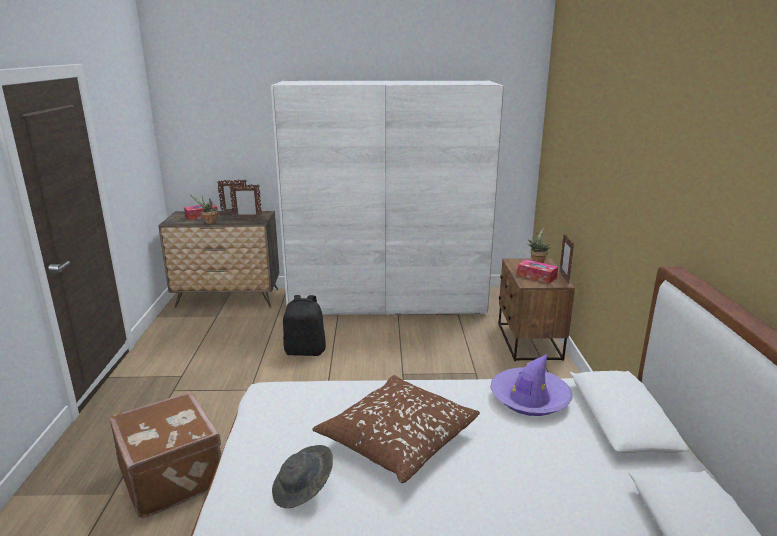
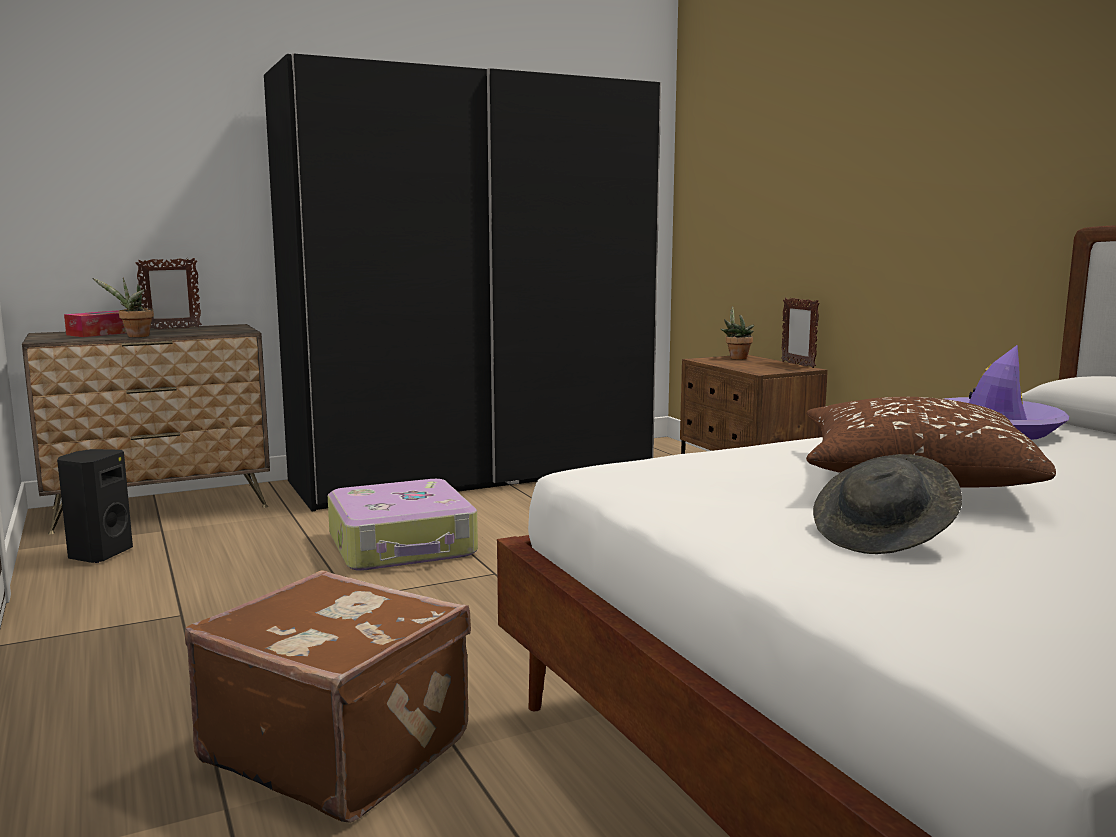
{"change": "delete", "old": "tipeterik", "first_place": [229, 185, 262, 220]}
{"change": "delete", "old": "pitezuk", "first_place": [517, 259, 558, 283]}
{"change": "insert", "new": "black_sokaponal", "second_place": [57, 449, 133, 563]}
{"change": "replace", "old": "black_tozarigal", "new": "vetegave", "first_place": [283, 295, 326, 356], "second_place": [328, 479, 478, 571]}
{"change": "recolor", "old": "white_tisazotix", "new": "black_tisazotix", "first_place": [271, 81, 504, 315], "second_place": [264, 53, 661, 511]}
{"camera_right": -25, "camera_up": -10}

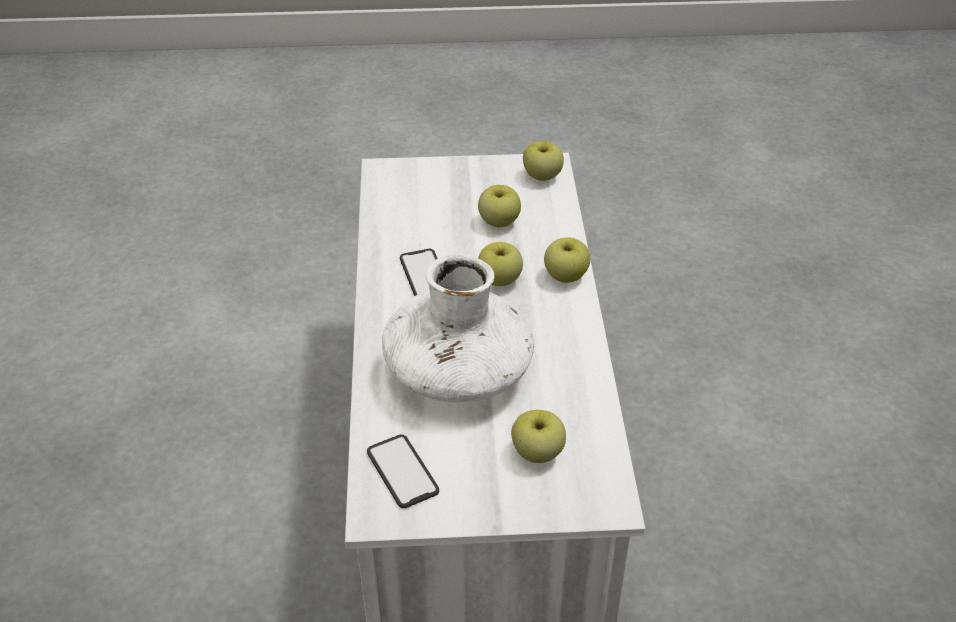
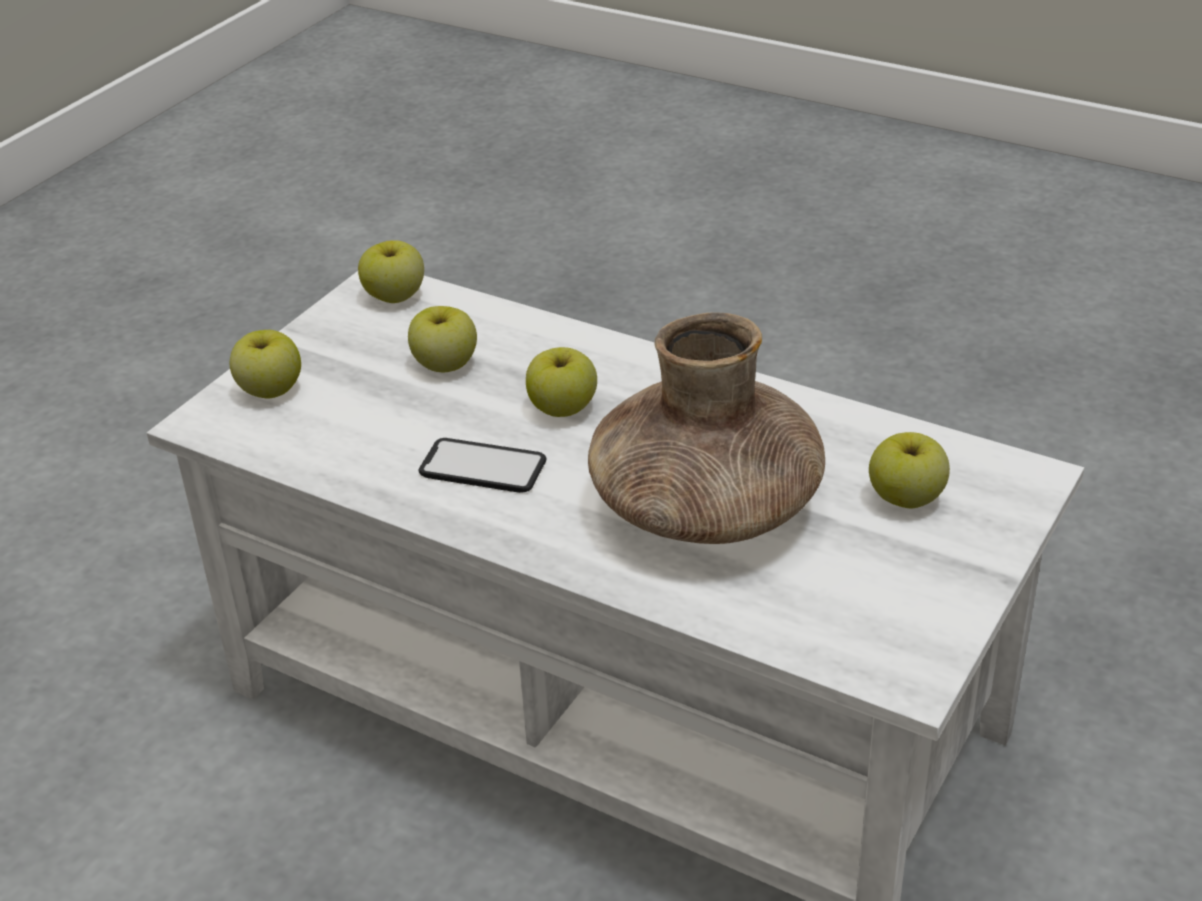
{"change": "delete", "old": "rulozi", "first_place": [367, 434, 439, 508]}
{"change": "move", "old": "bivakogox", "first_place": [544, 238, 590, 283], "second_place": [230, 330, 301, 398]}
{"change": "recolor", "old": "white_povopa", "new": "brown_povopa", "first_place": [382, 254, 535, 402], "second_place": [588, 312, 825, 544]}
{"camera_right": -55, "camera_up": -5}

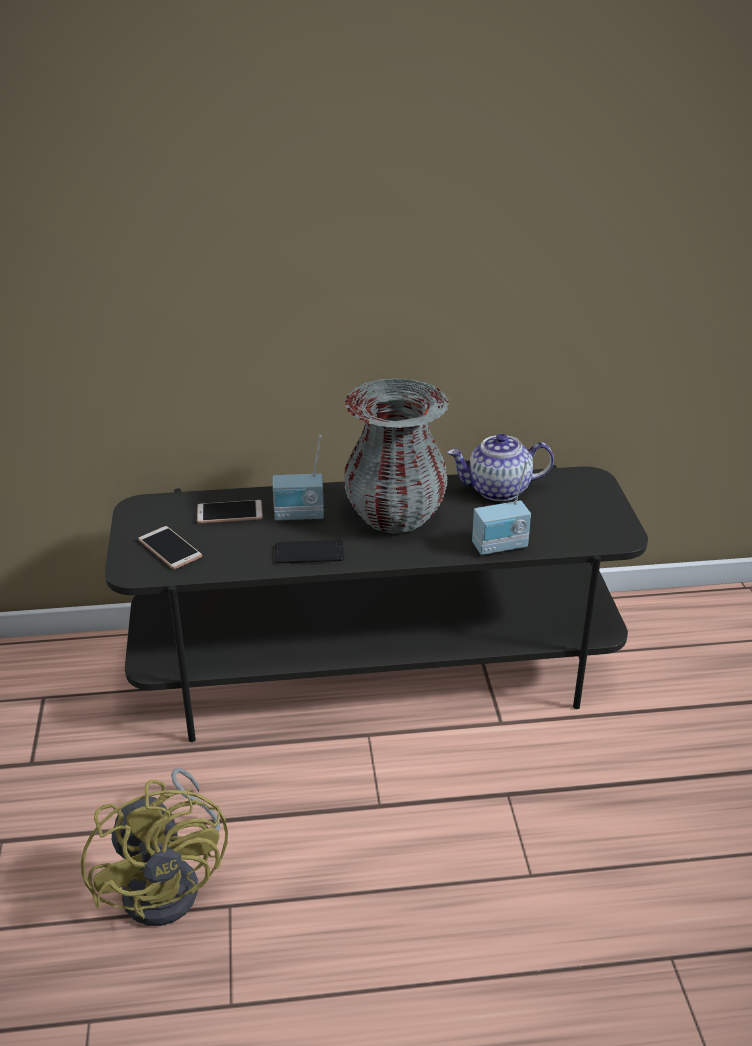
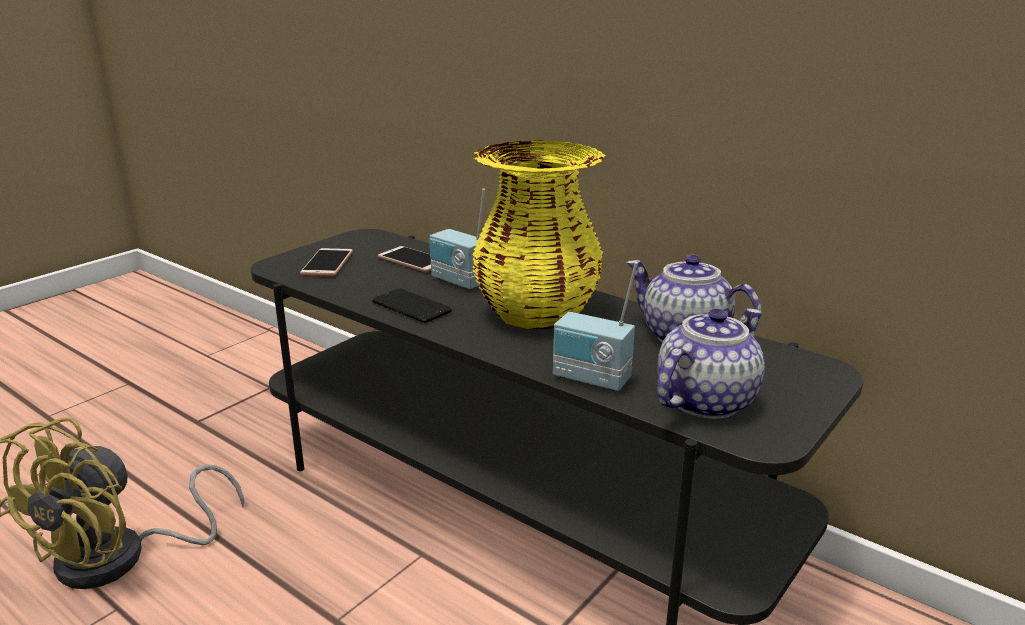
{"change": "insert", "new": "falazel", "second_place": [657, 308, 765, 419]}
{"change": "recolor", "old": "grey_povopa", "new": "yellow_povopa", "first_place": [344, 378, 449, 534], "second_place": [472, 140, 606, 329]}
{"camera_right": 45, "camera_up": -10}

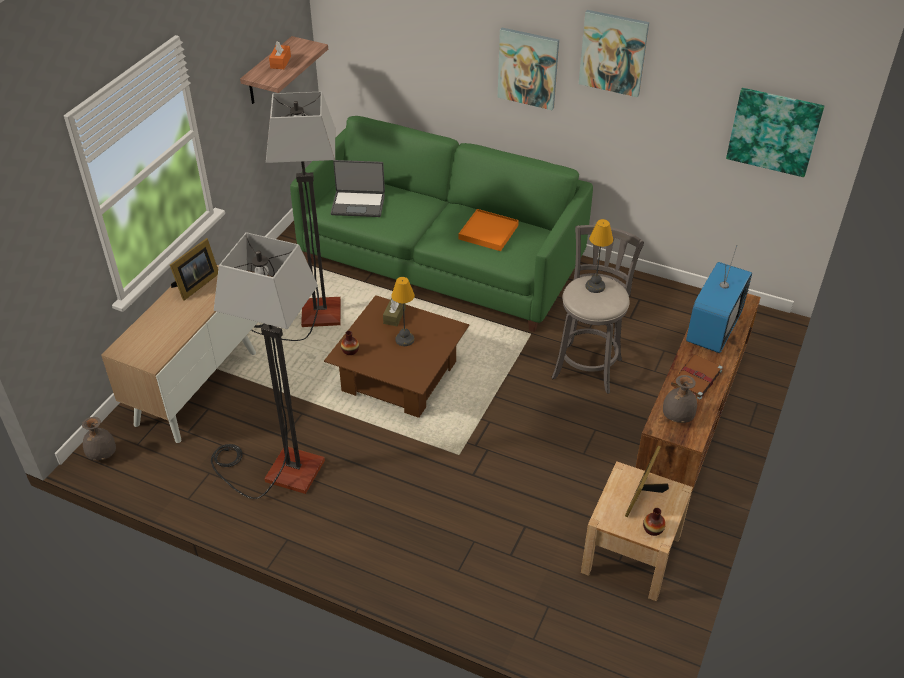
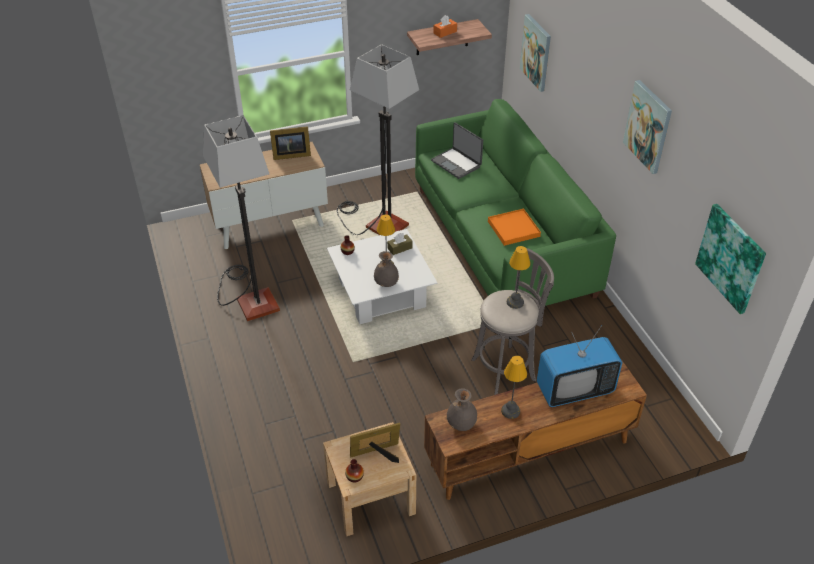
{"change": "move", "old": "grey_povopa", "first_place": [82, 417, 116, 461], "second_place": [374, 251, 399, 287]}
{"change": "move", "old": "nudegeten", "first_place": [498, 28, 559, 110], "second_place": [520, 14, 551, 92]}
{"change": "replace", "old": "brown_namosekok", "new": "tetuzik", "first_place": [671, 355, 723, 400], "second_place": [501, 356, 527, 419]}
{"change": "recolor", "old": "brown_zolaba", "new": "white_zolaba", "first_place": [324, 295, 469, 418], "second_place": [327, 229, 437, 324]}
{"camera_right": 45, "camera_up": 0}

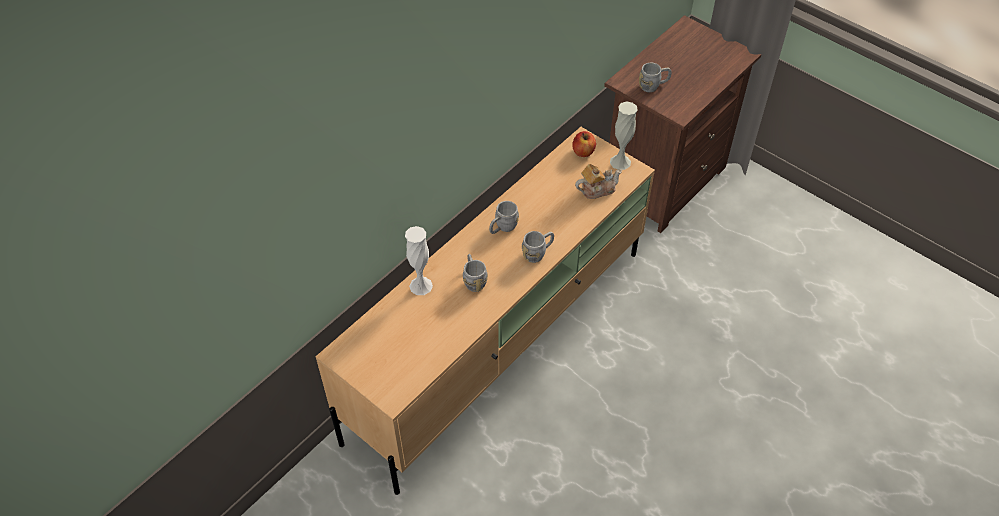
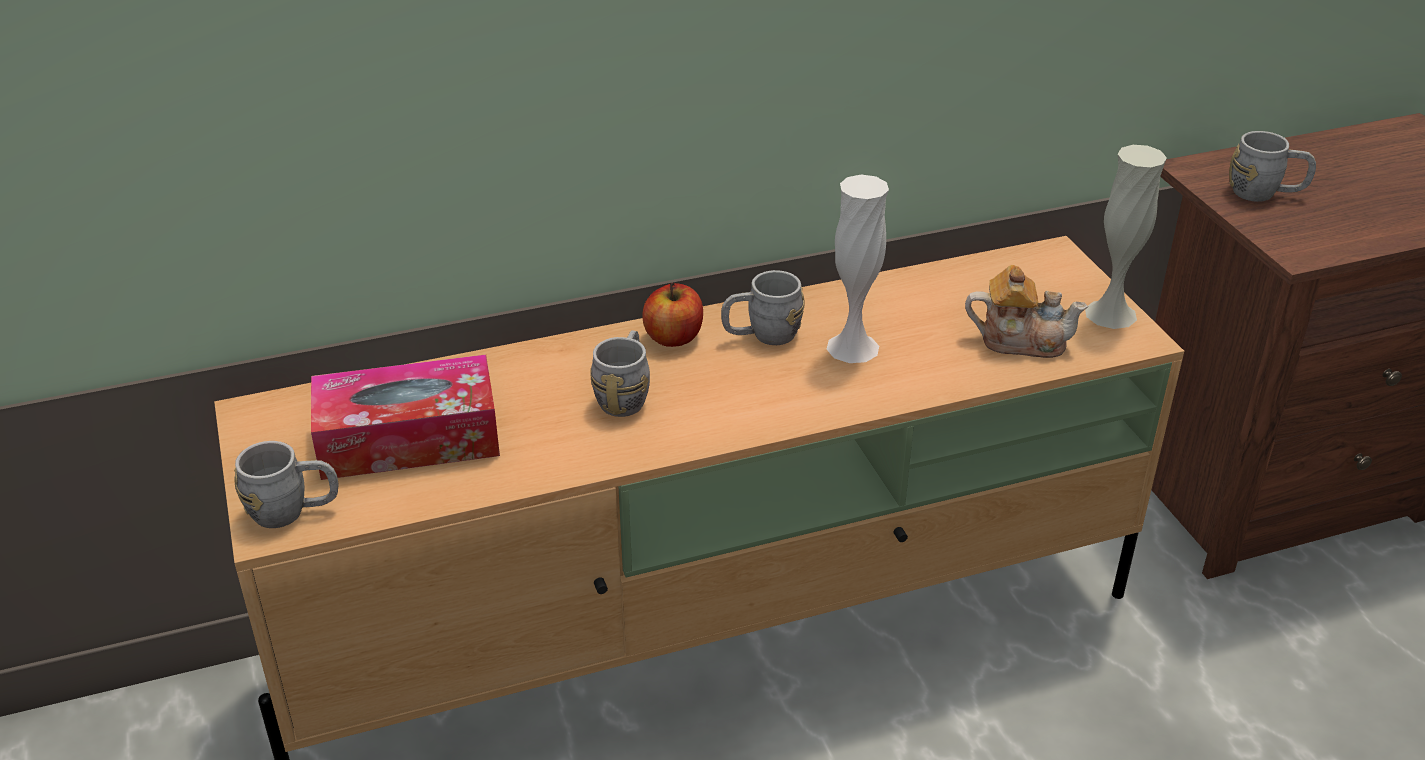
{"change": "insert", "new": "pitezuk", "second_place": [311, 354, 500, 480]}
{"change": "move", "old": "white_povopa", "first_place": [405, 226, 433, 295], "second_place": [826, 175, 889, 363]}
{"change": "move", "old": "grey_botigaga", "first_place": [522, 231, 554, 263], "second_place": [234, 441, 339, 528]}
{"change": "move", "old": "bivakogox", "first_place": [572, 131, 596, 157], "second_place": [643, 283, 703, 347]}
{"camera_right": 30, "camera_up": -15}

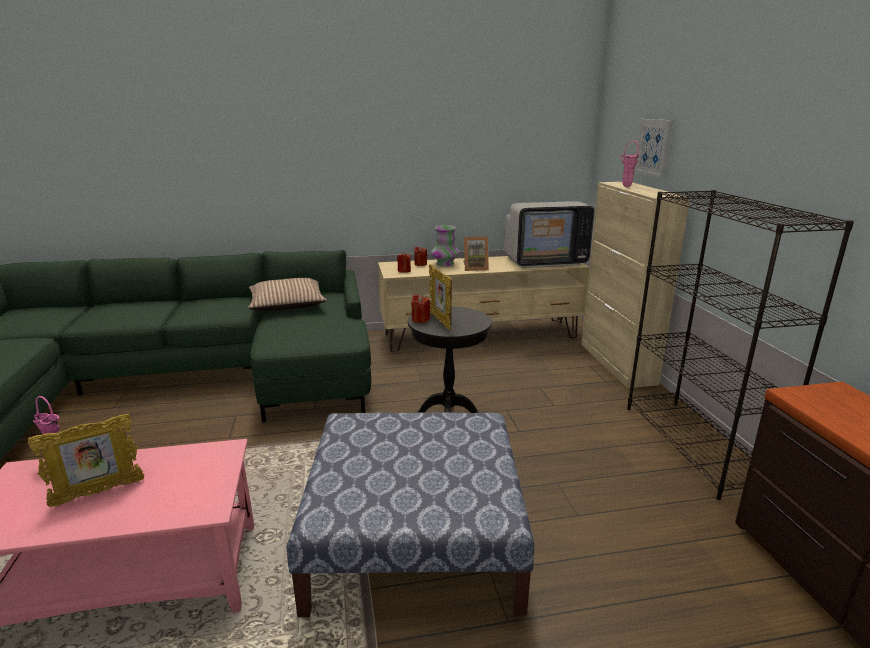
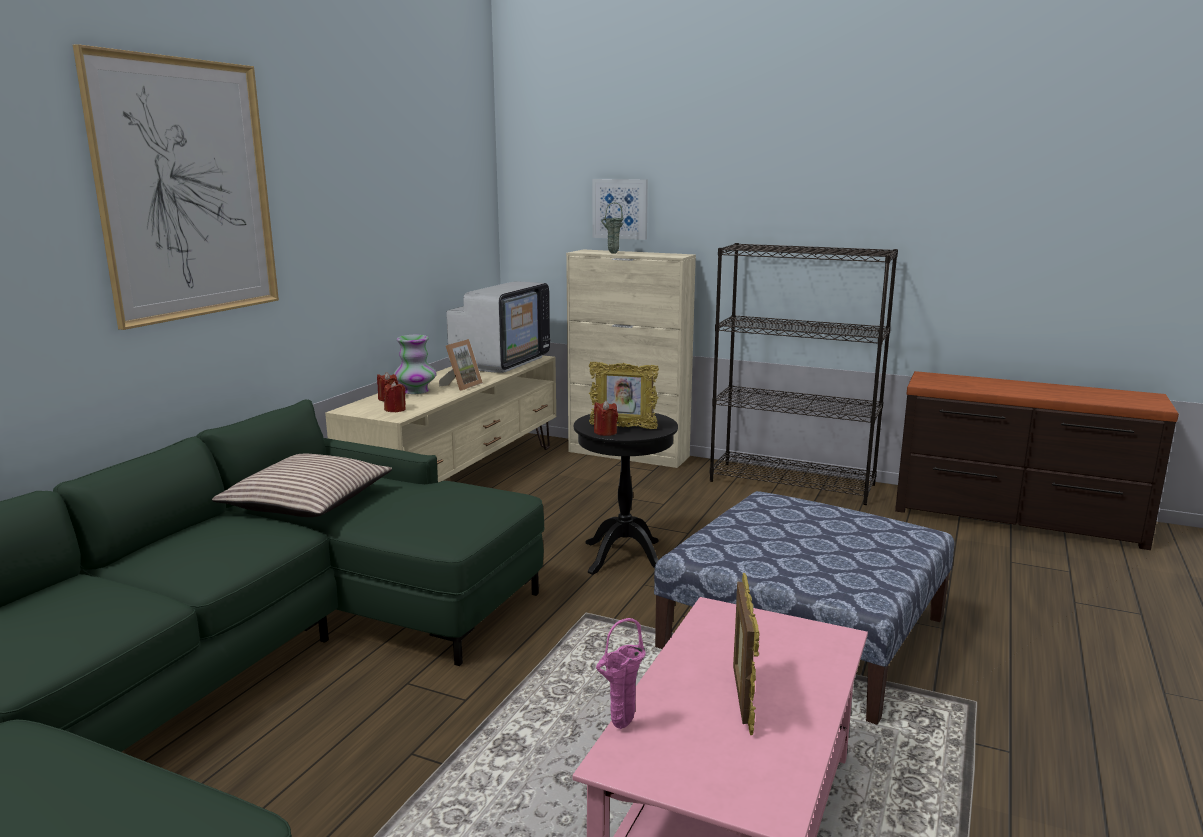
{"change": "insert", "new": "nudegeten", "second_place": [73, 44, 279, 330]}
{"change": "recolor", "old": "pink_povopa", "new": "green_povopa", "first_place": [620, 141, 639, 187], "second_place": [601, 202, 623, 253]}
{"camera_right": -55, "camera_up": -5}

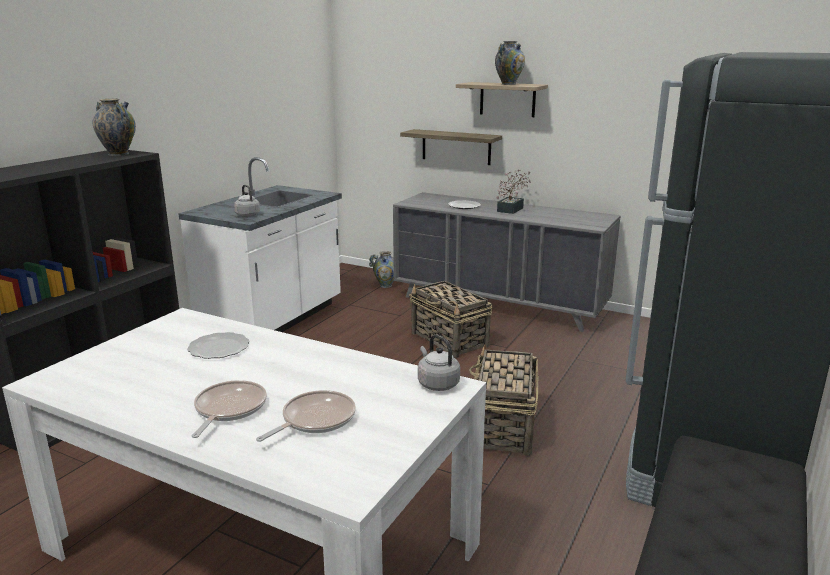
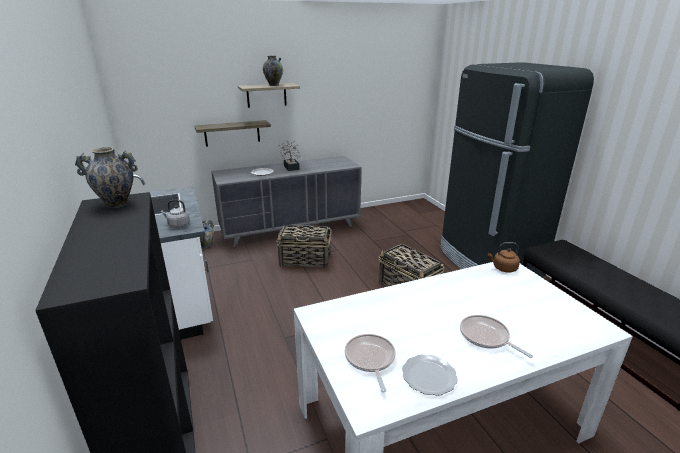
{"change": "move", "old": "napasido", "first_place": [187, 332, 250, 359], "second_place": [402, 354, 458, 396]}
{"change": "move", "old": "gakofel", "first_place": [256, 390, 356, 442], "second_place": [345, 334, 395, 392]}
{"change": "recolor", "old": "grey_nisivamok", "new": "brown_nisivamok", "first_place": [418, 334, 460, 391], "second_place": [488, 242, 520, 273]}
{"camera_right": -50, "camera_up": 5}

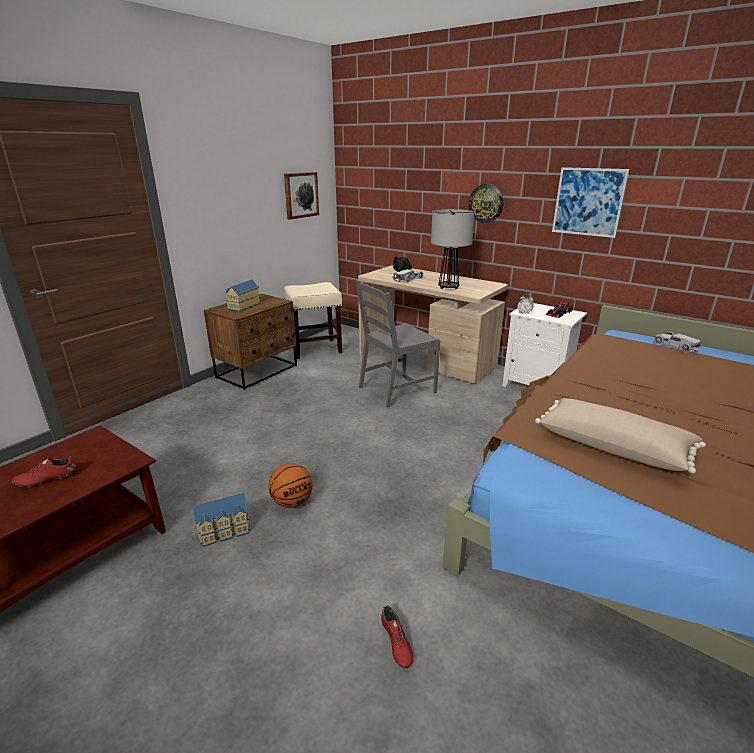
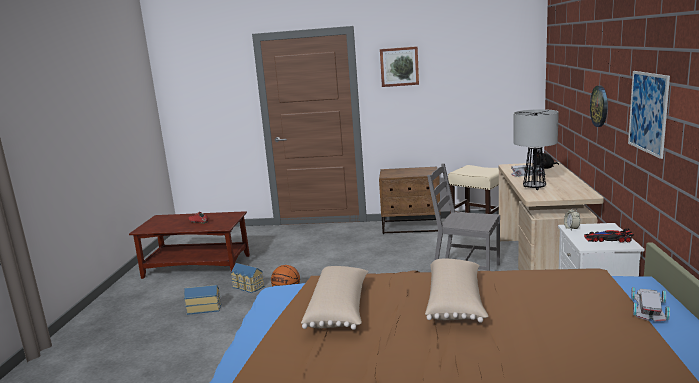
{"change": "delete", "old": "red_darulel", "first_place": [381, 605, 413, 668]}
{"change": "insert", "new": "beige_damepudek", "second_place": [425, 259, 488, 323]}
{"change": "move", "old": "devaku", "first_place": [225, 279, 260, 312], "second_place": [184, 285, 221, 315]}
{"change": "move", "old": "nudegeten", "first_place": [284, 172, 319, 220], "second_place": [380, 46, 419, 87]}
{"camera_right": 60, "camera_up": -10}

